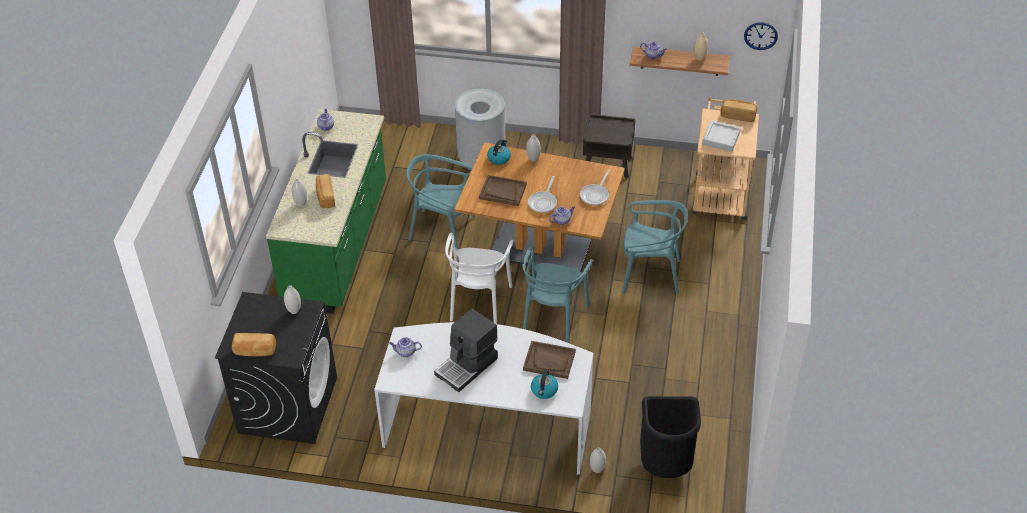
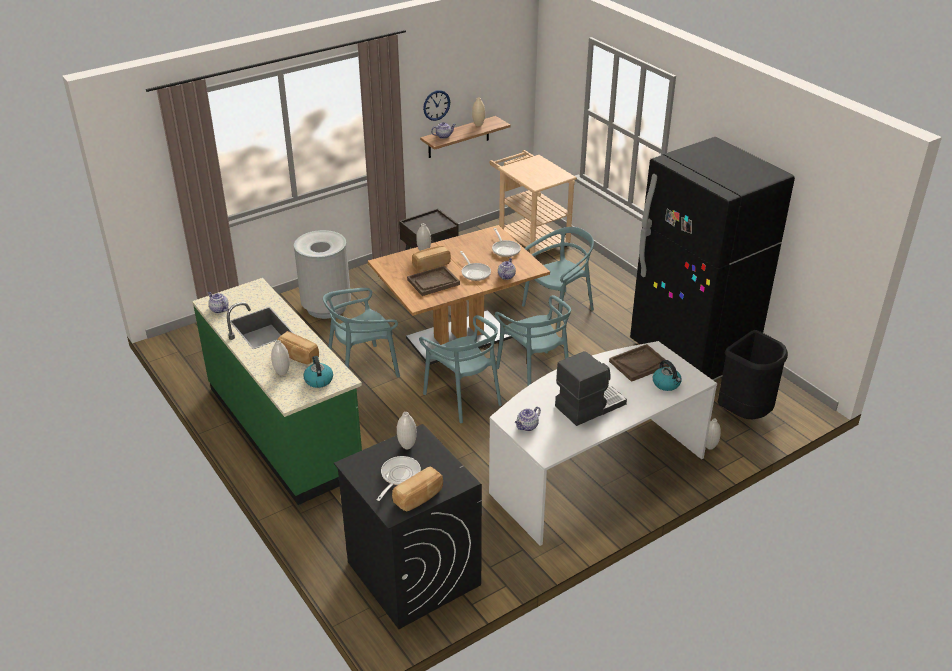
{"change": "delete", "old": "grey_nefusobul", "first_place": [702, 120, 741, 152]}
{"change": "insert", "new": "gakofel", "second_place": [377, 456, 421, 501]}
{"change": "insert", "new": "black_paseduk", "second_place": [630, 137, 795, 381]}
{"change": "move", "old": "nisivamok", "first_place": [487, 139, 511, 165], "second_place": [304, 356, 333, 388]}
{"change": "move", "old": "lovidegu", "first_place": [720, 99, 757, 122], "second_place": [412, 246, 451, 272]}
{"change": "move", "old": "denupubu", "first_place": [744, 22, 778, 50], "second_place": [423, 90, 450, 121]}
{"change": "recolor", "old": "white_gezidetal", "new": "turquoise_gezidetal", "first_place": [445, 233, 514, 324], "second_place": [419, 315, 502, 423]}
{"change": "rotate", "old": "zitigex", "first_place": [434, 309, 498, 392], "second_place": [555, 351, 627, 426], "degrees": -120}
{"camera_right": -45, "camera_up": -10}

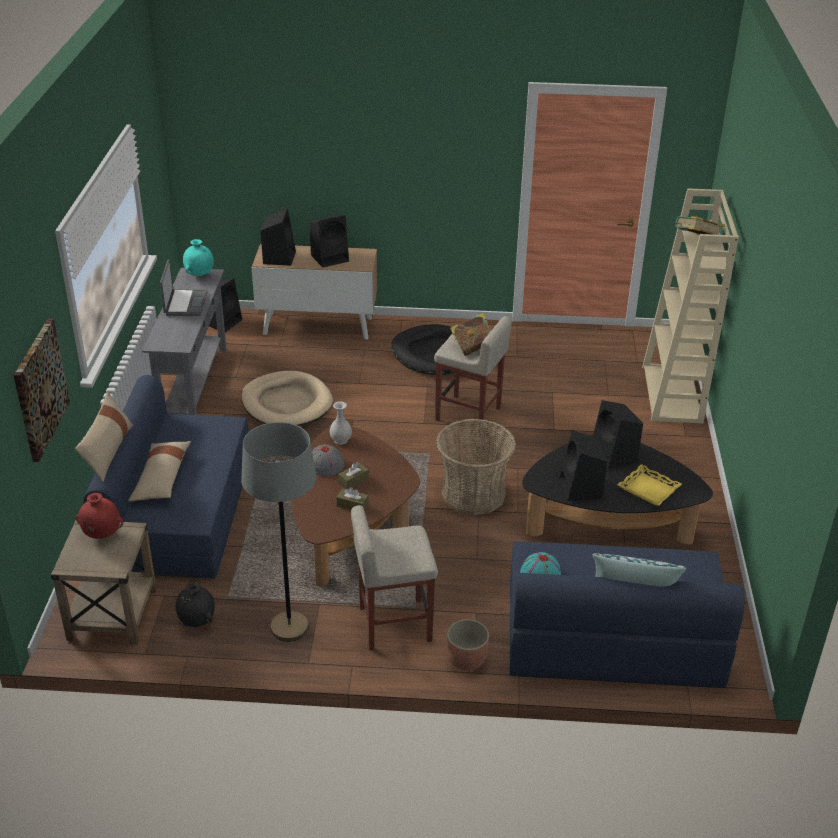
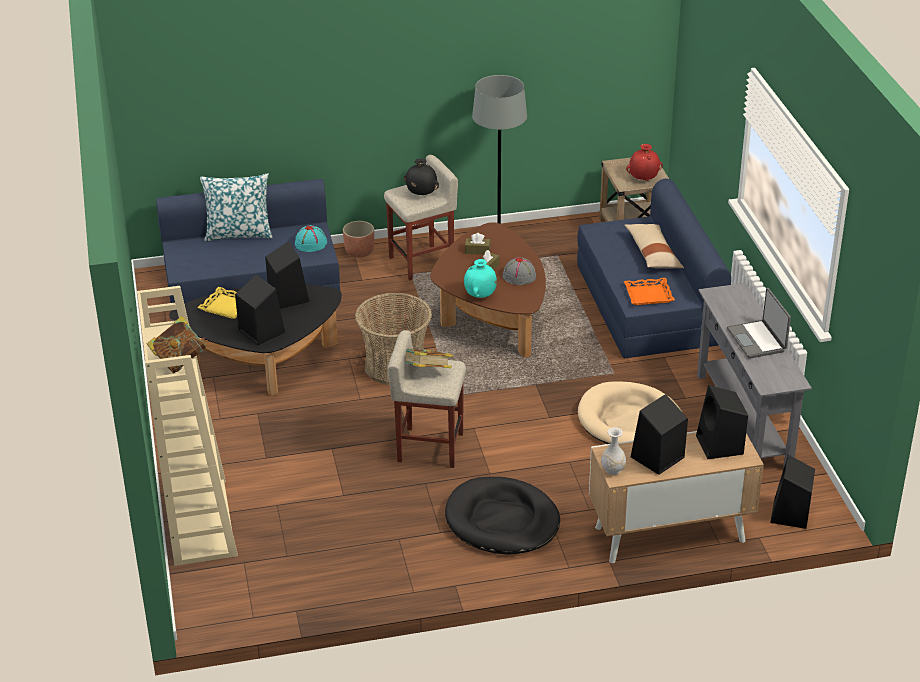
{"change": "delete", "old": "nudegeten", "first_place": [13, 319, 70, 462]}
{"change": "delete", "old": "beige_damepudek", "first_place": [75, 392, 133, 482]}
{"change": "insert", "new": "orange_nefusobul", "second_place": [624, 278, 675, 305]}
{"change": "move", "old": "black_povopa", "first_place": [176, 582, 215, 627], "second_place": [404, 158, 439, 195]}
{"change": "move", "old": "turquoise_povopa", "first_place": [183, 239, 214, 276], "second_place": [464, 259, 497, 298]}
{"change": "move", "old": "white_povopa", "first_place": [330, 401, 352, 445], "second_place": [601, 427, 626, 475]}
{"camera_right": 165, "camera_up": 0}

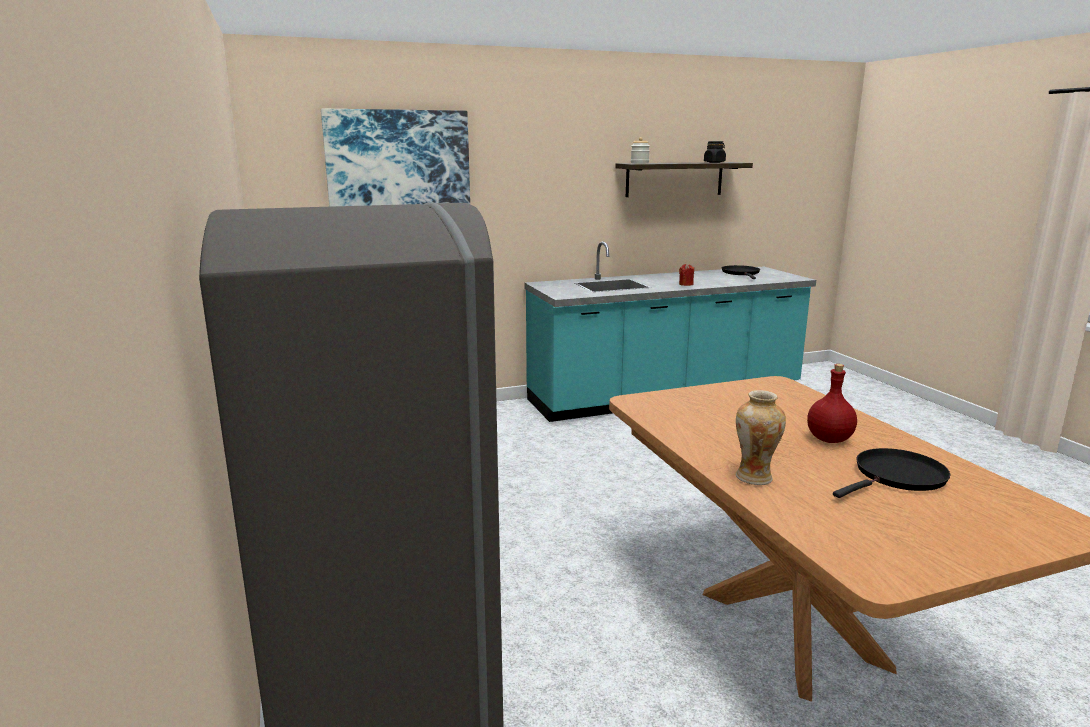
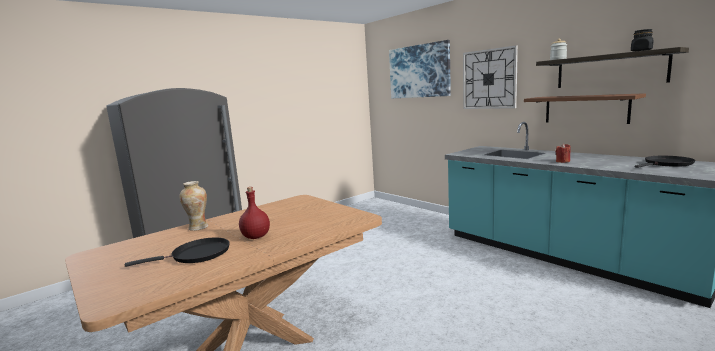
{"change": "insert", "new": "denupubu", "second_place": [463, 45, 518, 109]}
{"change": "insert", "new": "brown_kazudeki", "second_place": [524, 93, 646, 124]}
{"change": "rotate", "old": "black_gakofel", "first_place": [833, 448, 950, 498], "second_place": [125, 237, 229, 267], "degrees": -60}
{"camera_right": 70, "camera_up": -5}

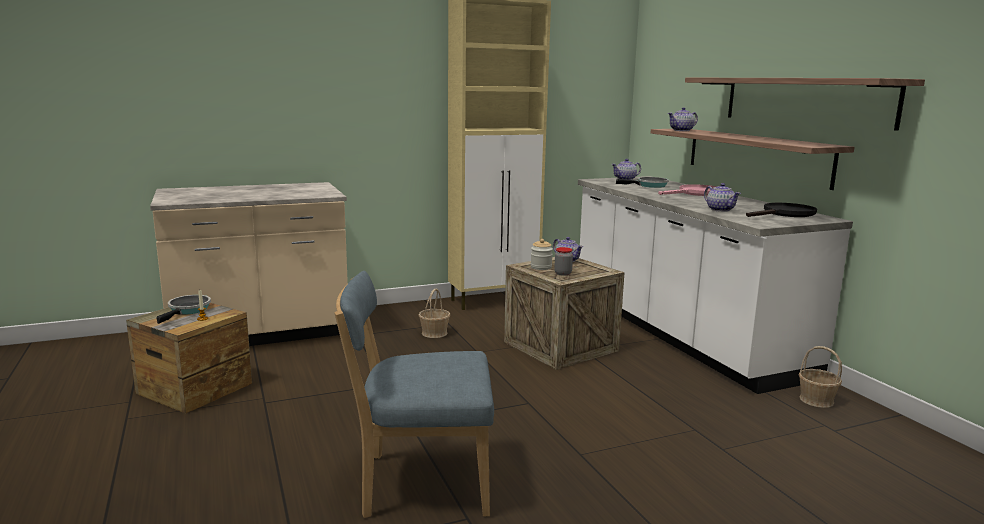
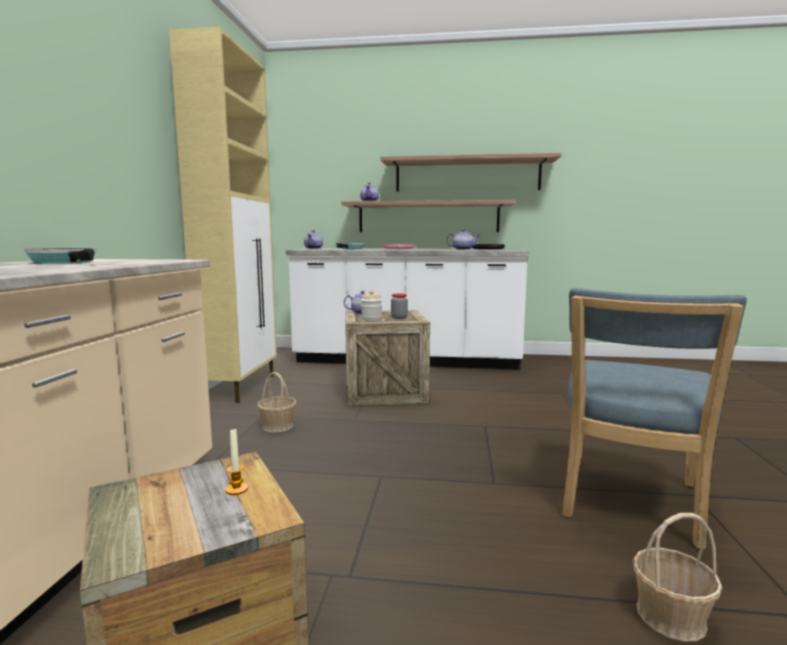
{"change": "move", "old": "gakofel", "first_place": [156, 295, 211, 324], "second_place": [24, 248, 97, 264]}
{"change": "move", "old": "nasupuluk", "first_place": [799, 346, 842, 408], "second_place": [633, 513, 722, 642]}
{"camera_right": -60, "camera_up": -5}

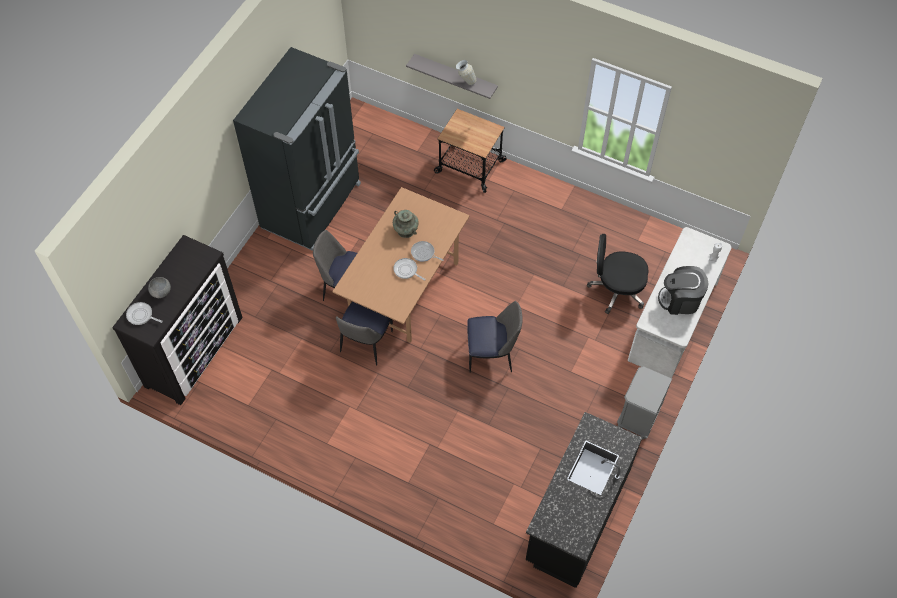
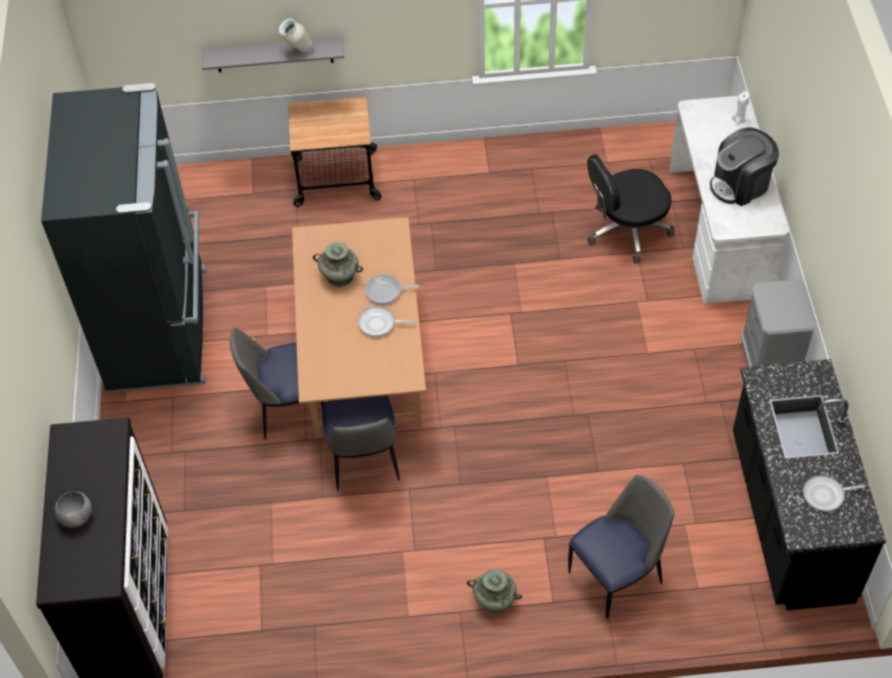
{"change": "insert", "new": "turquoise_povopa", "second_place": [467, 570, 522, 613]}
{"change": "move", "old": "gakofel", "first_place": [126, 302, 163, 325], "second_place": [803, 475, 866, 512]}
{"change": "move", "old": "gezidetal", "first_place": [467, 301, 522, 373], "second_place": [568, 475, 674, 619]}
{"camera_right": -30, "camera_up": -5}

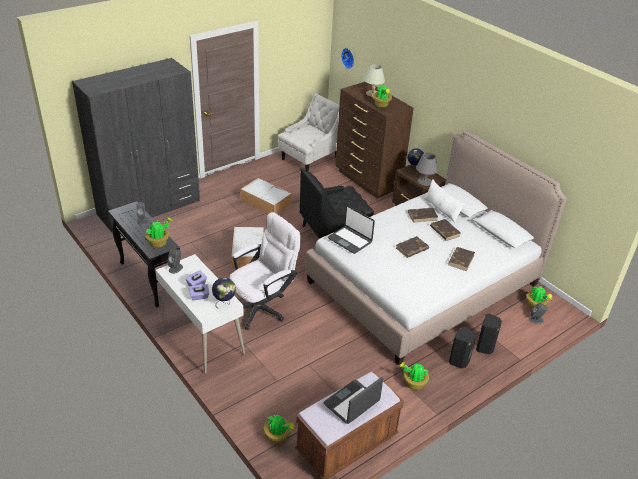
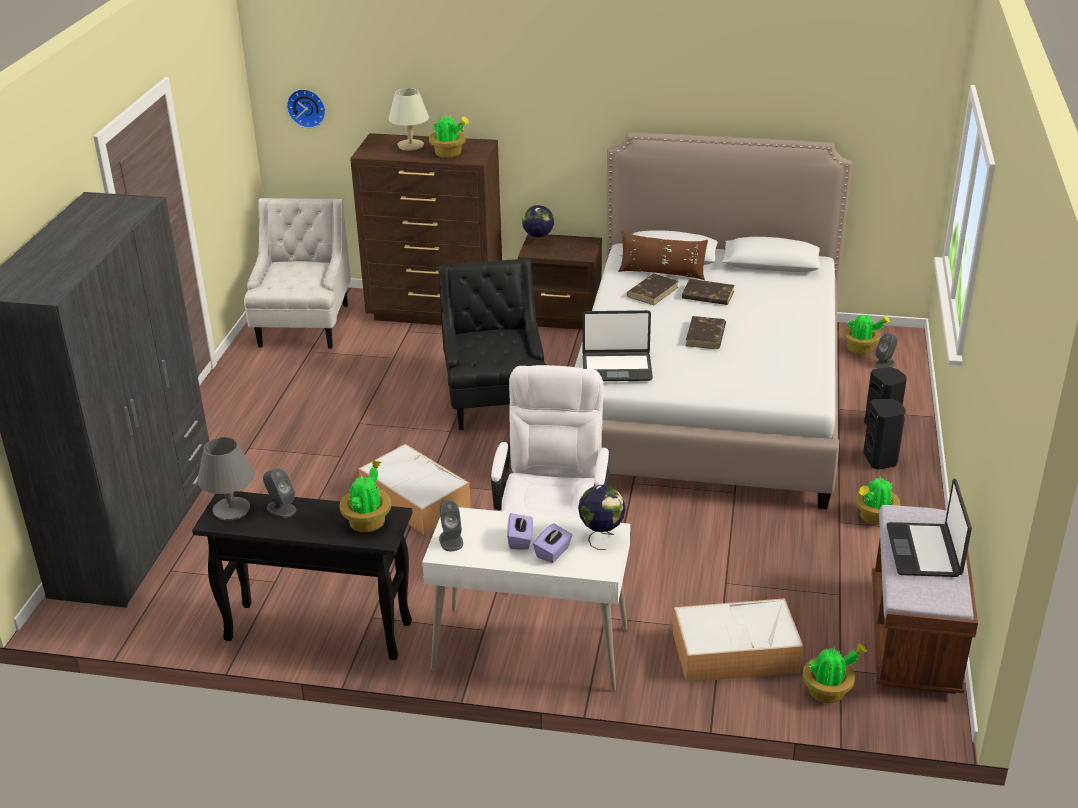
{"change": "delete", "old": "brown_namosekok", "first_place": [448, 247, 475, 271]}
{"change": "move", "old": "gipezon", "first_place": [241, 178, 292, 214], "second_place": [673, 598, 803, 682]}
{"change": "move", "old": "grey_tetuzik", "first_place": [416, 153, 438, 186], "second_place": [197, 437, 255, 521]}
{"change": "recolor", "old": "white_damepudek", "new": "brown_damepudek", "first_place": [424, 179, 465, 224], "second_place": [618, 231, 708, 280]}
{"change": "rotate", "old": "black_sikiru", "first_place": [300, 168, 374, 239], "second_place": [438, 258, 546, 430], "degrees": 150}
{"camera_right": -40, "camera_up": -5}

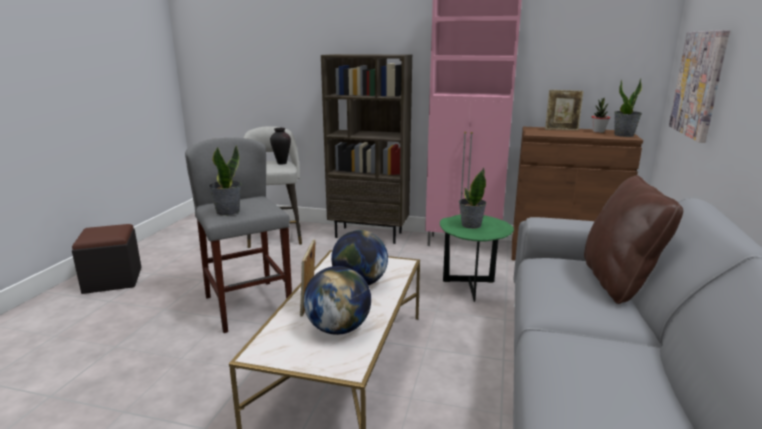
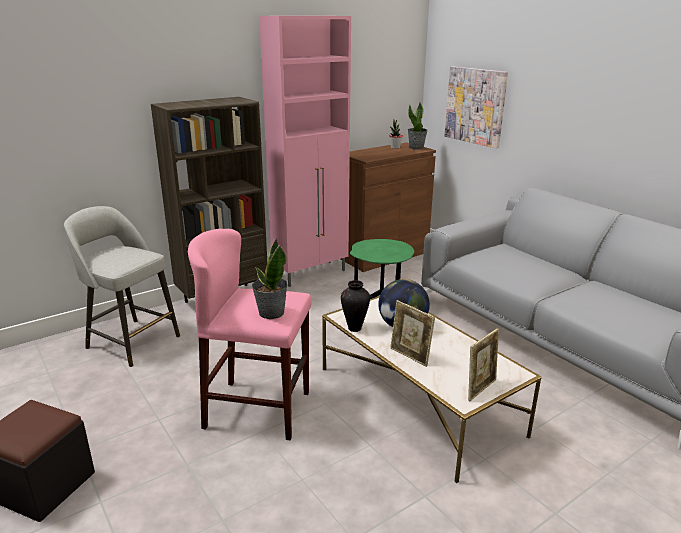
{"change": "delete", "old": "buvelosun", "first_place": [303, 266, 371, 335]}
{"change": "delete", "old": "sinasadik", "first_place": [459, 168, 487, 229]}
{"change": "delete", "old": "brown_damepudek", "first_place": [584, 175, 683, 304]}
{"change": "move", "old": "povopa", "first_place": [270, 128, 291, 165], "second_place": [341, 280, 370, 332]}
{"change": "move", "old": "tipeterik", "first_place": [545, 90, 583, 130], "second_place": [468, 328, 499, 401]}
{"change": "recolor", "old": "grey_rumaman", "new": "pink_rumaman", "first_place": [185, 138, 292, 333], "second_place": [188, 229, 311, 440]}
{"camera_right": -50, "camera_up": 5}

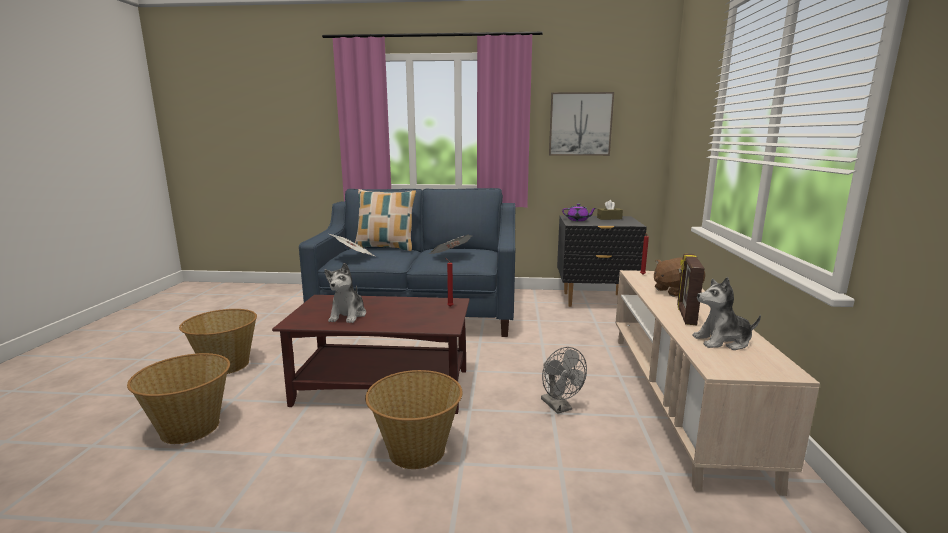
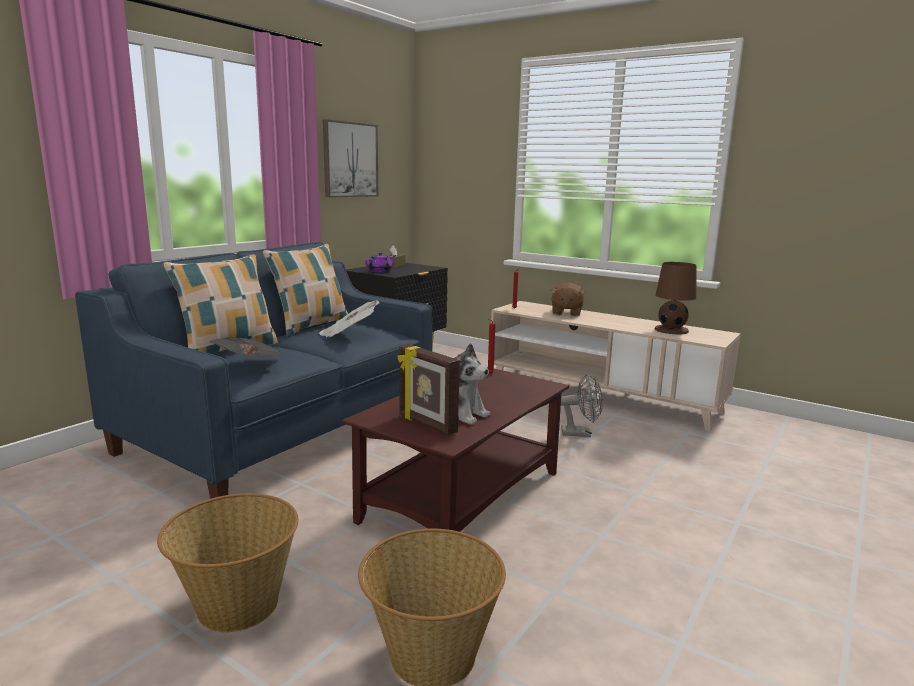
{"change": "delete", "old": "nasupuluk", "first_place": [365, 370, 463, 469]}
{"change": "insert", "new": "damepudek", "second_place": [263, 244, 348, 337]}
{"change": "move", "old": "tipeterik", "first_place": [677, 253, 705, 326], "second_place": [398, 344, 460, 436]}
{"change": "replace", "old": "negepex", "new": "brown_tetuzik", "first_place": [693, 277, 761, 350], "second_place": [655, 262, 697, 334]}
{"camera_right": -60, "camera_up": 0}

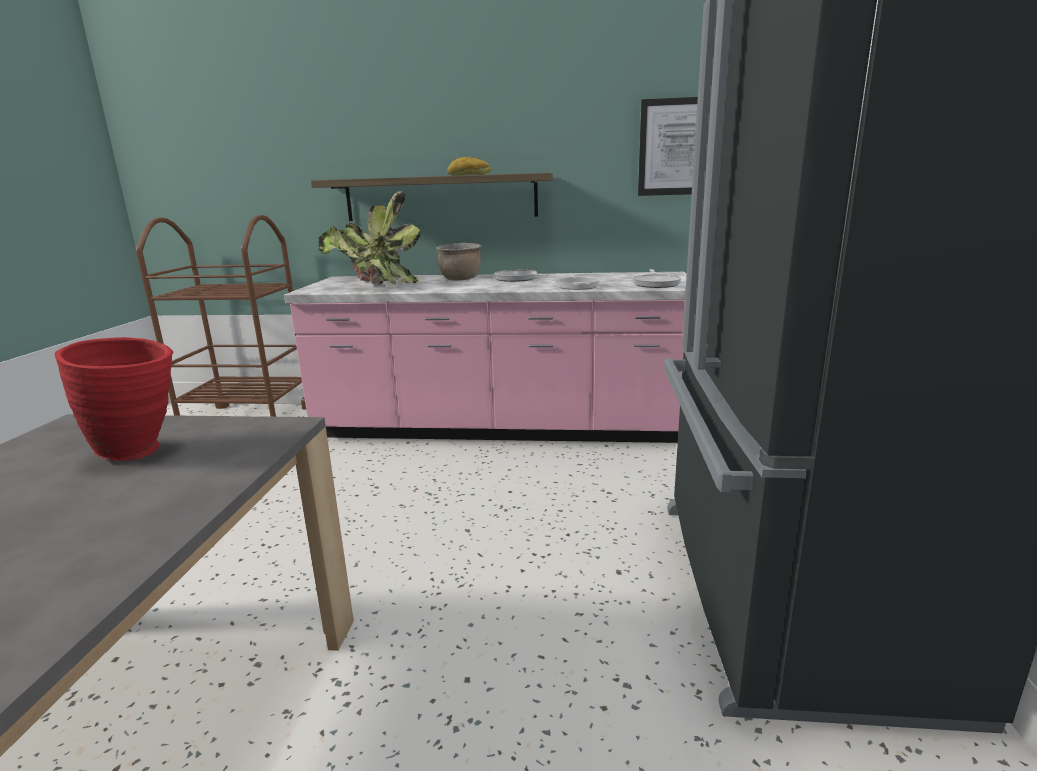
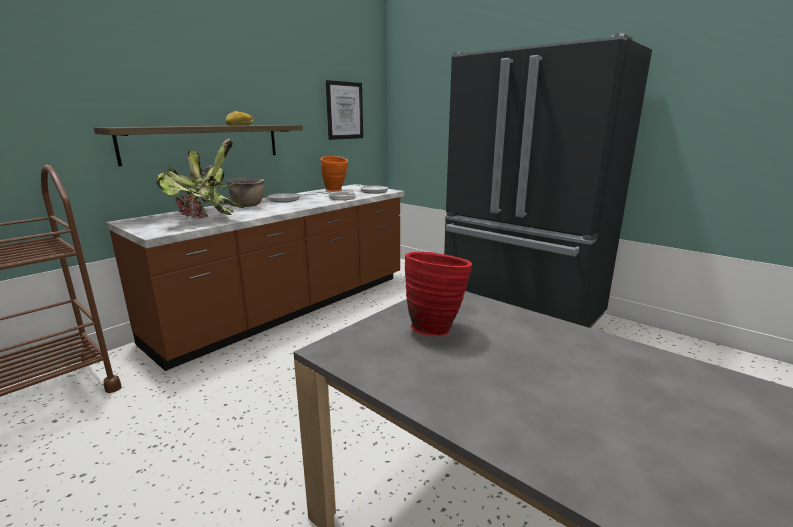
{"change": "insert", "new": "orange_povopa", "second_place": [320, 156, 348, 191]}
{"change": "recolor", "old": "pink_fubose", "new": "brown_fubose", "first_place": [284, 272, 687, 443], "second_place": [106, 184, 404, 371]}
{"camera_right": -55, "camera_up": 0}

